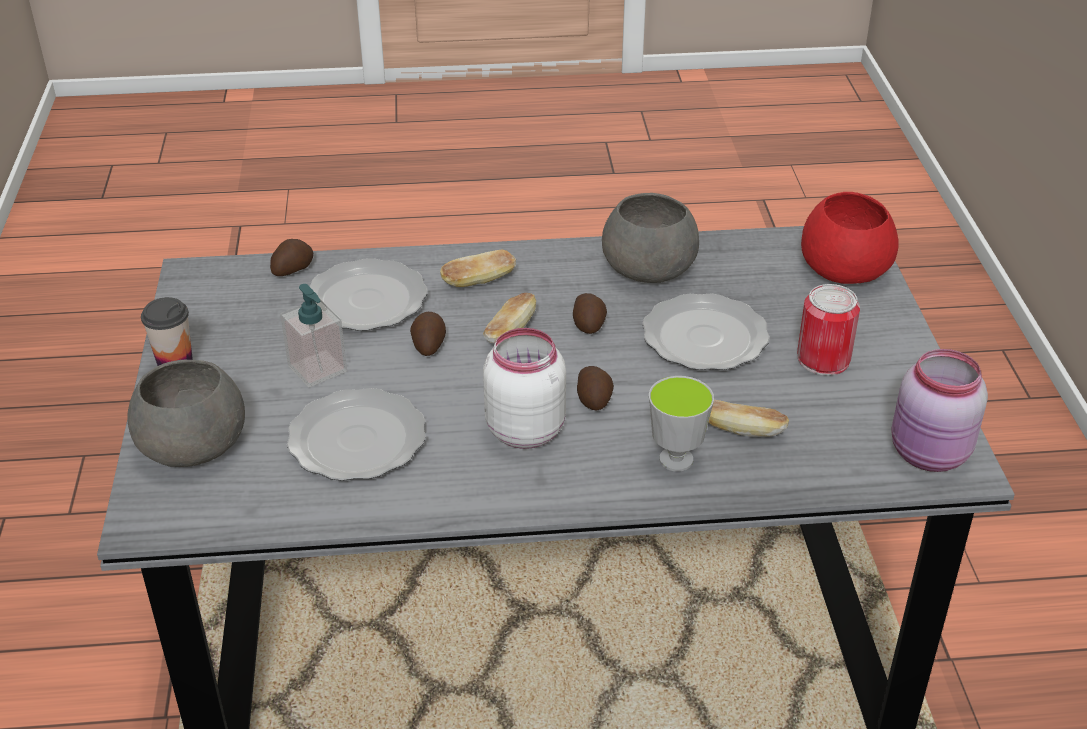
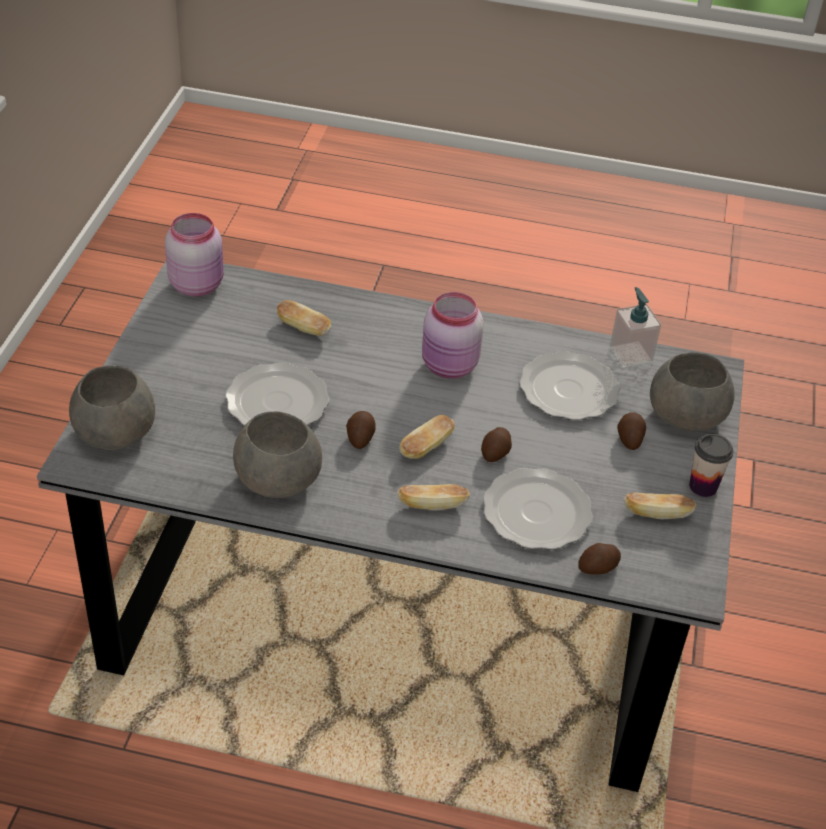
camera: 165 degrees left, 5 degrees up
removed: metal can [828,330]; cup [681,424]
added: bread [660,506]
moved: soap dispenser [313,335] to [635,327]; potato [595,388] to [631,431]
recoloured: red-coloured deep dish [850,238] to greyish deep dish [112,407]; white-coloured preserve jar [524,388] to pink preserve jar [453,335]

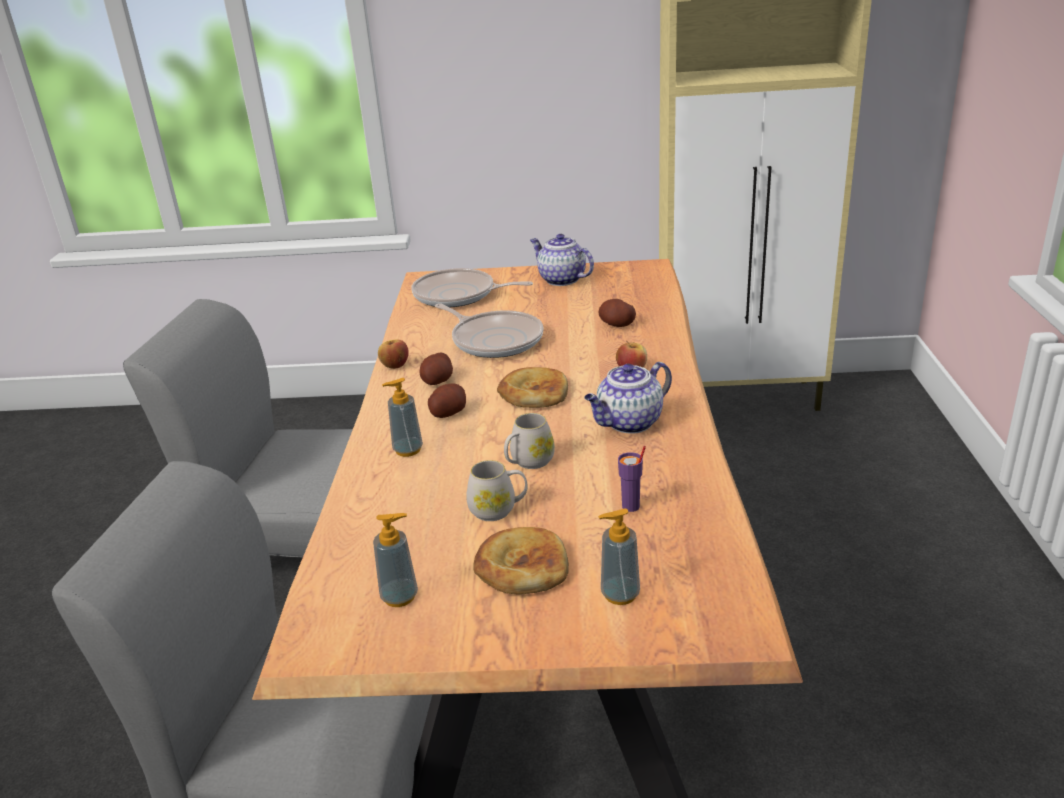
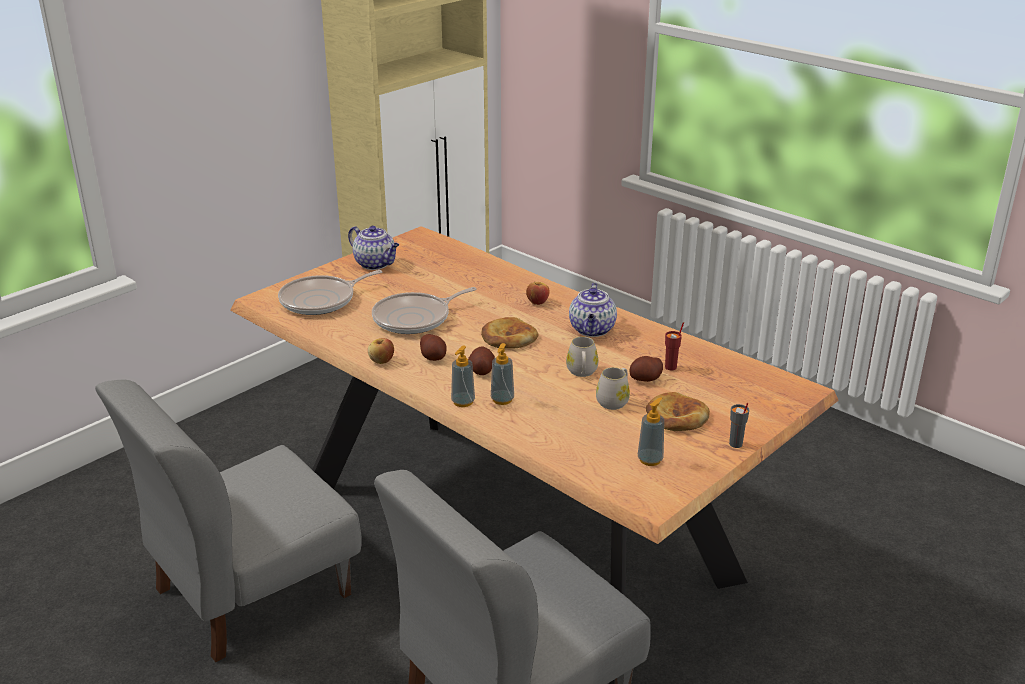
camera: 50 degrees left, 0 degrees up
added: greyish cup [739,425]
moved: potato [617,313] to [646,369]; soap dispenser [619,556] to [463,376]
recoloured: purple-coloured cup [632,479] to red-coloured cup [674,346]
turned: teapot [562,260] = [373,248] 135 degrees counterclockwise; frying pan [489,330] = [424,310] 150 degrees clockwise

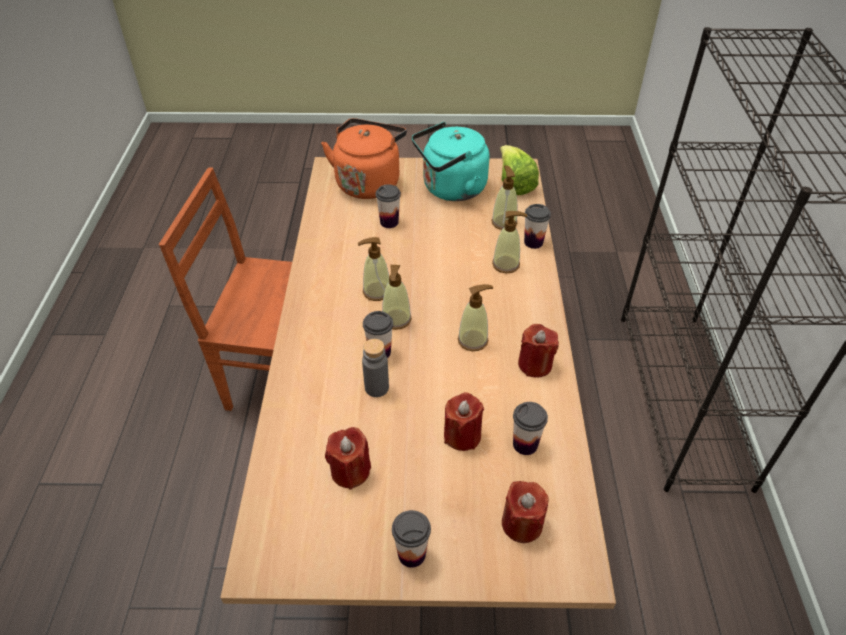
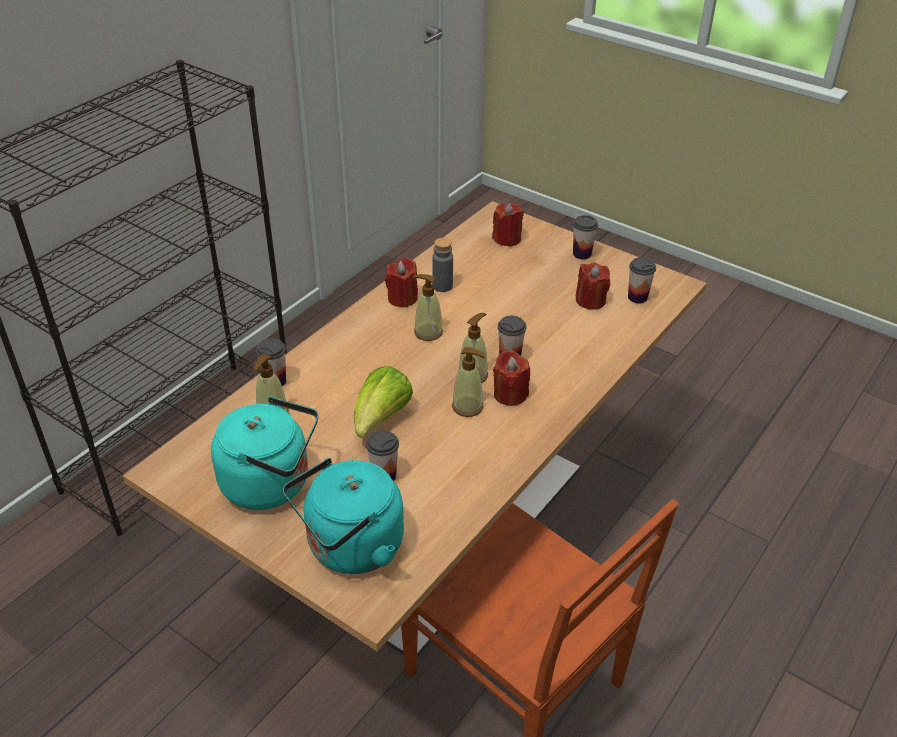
camera: 145 degrees left, 5 degrees down
removed: soap dispenser [509,242]
moved: lettuce head [519,170] to [383,402]; greyish beverage bottle [375,368] to [442,265]; red-coloured wax candle [464,421] to [511,378]; cup [530,428] to [642,280]
recoloured: orangey tea kettle [364,158] to turquoise-coloured tea kettle [343,516]

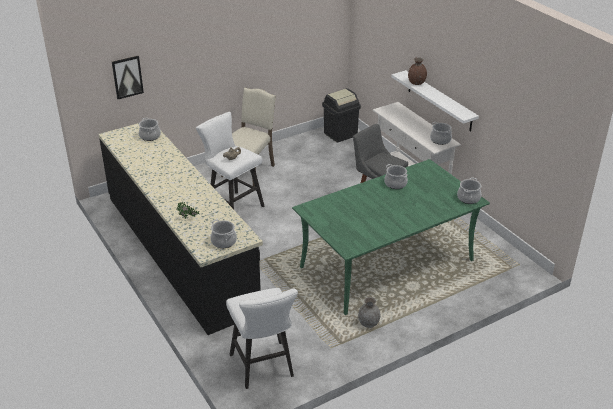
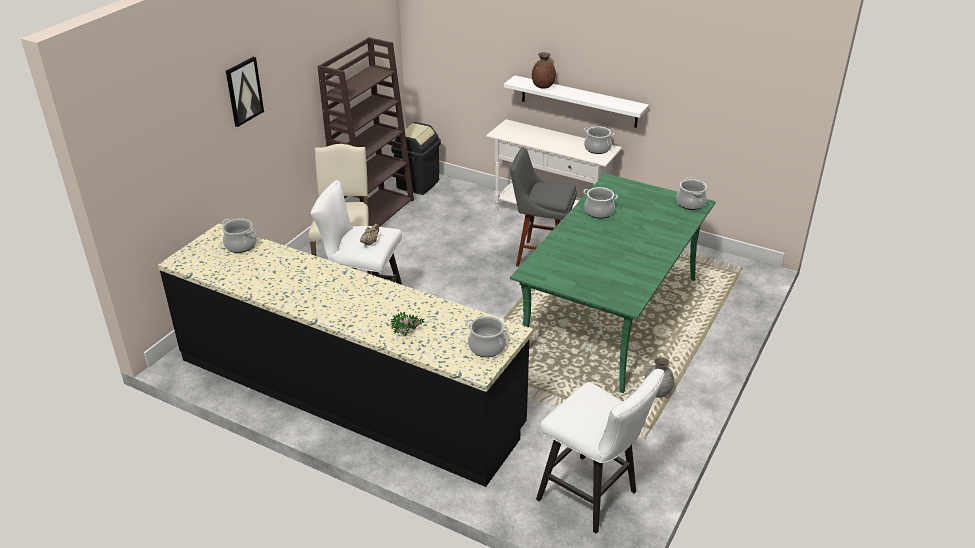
camera: 30 degrees left, 0 degrees up
added: brown bookcase [365,132]
moved: picture [128,77] to [245,92]

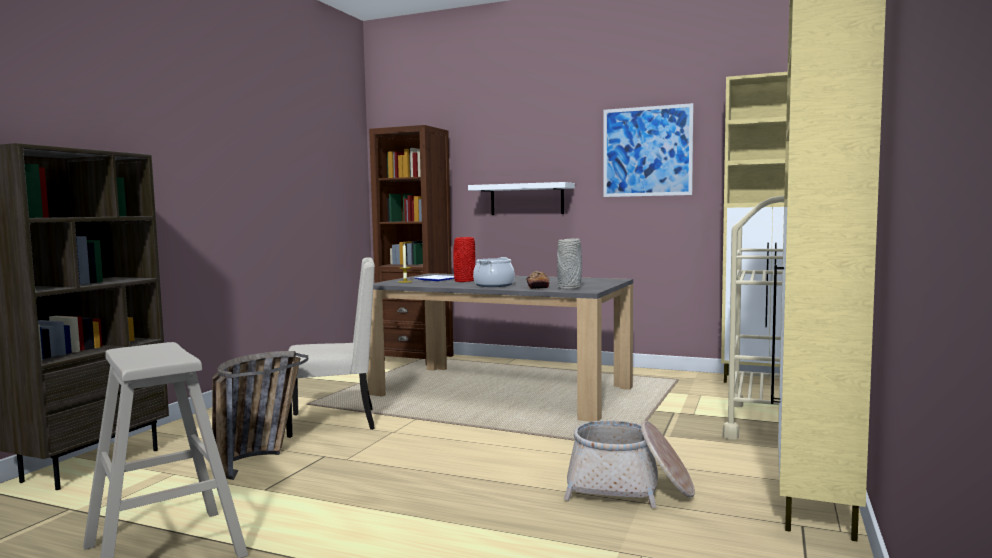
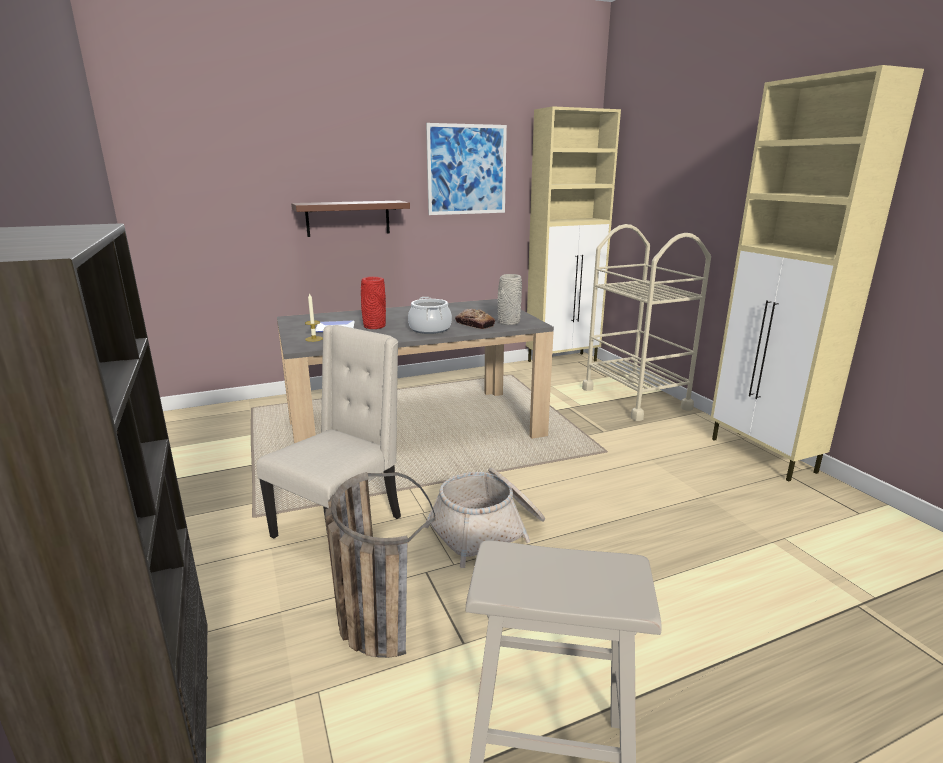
camera: 45 degrees left, 15 degrees up
removed: brown bookcase [411,242]
moved: household basket [629,464] to [485,518]
recoloured: white-coloured bracket shelf [521,198] to brown bracket shelf [350,219]

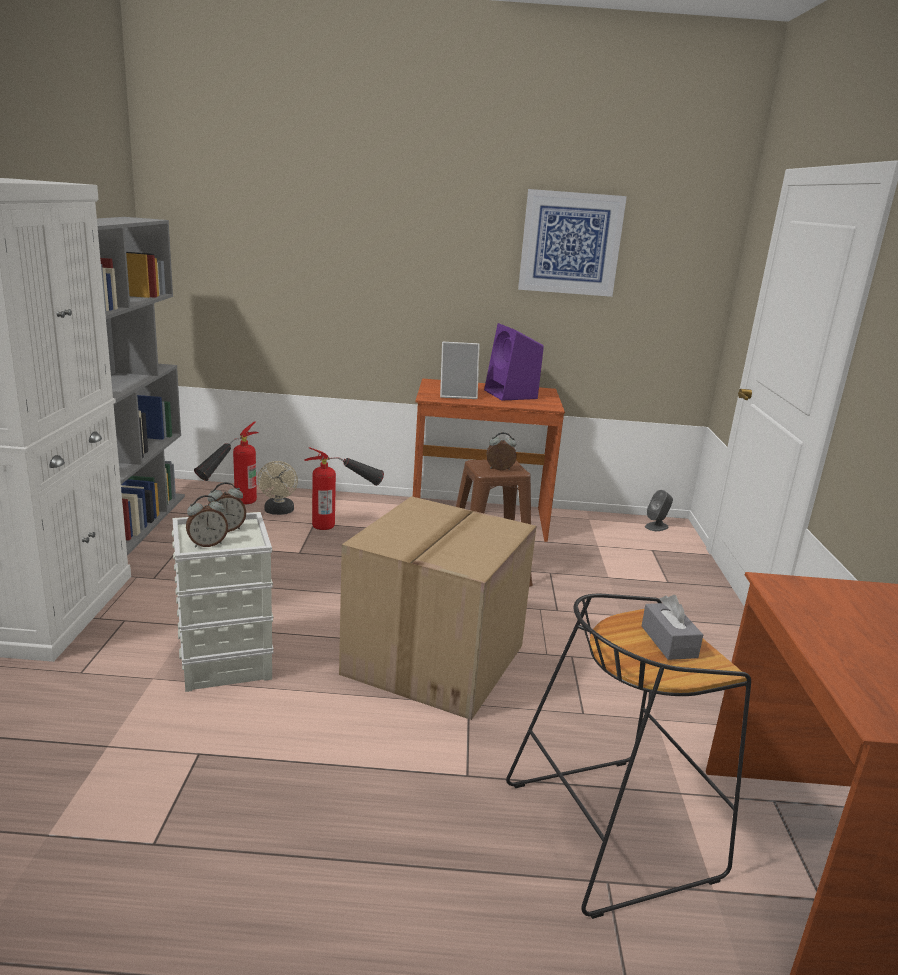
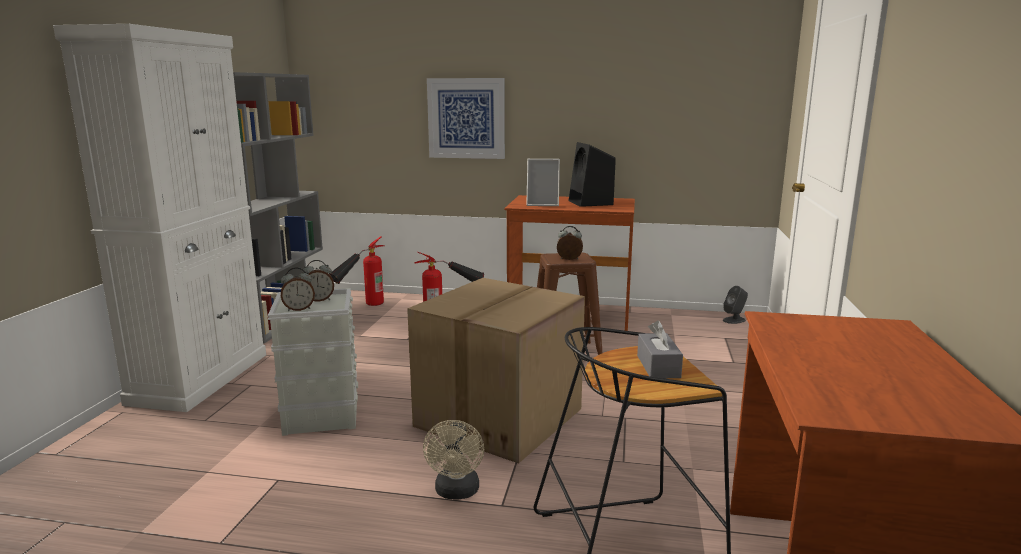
camera: 10 degrees right, 5 degrees down
moved: picture [572,243] to [466,118]; sand-coloured cooling fan [277,488] to [453,460]
recoloured: purple-coloured speaker [514,362] to blackish speaker [592,174]

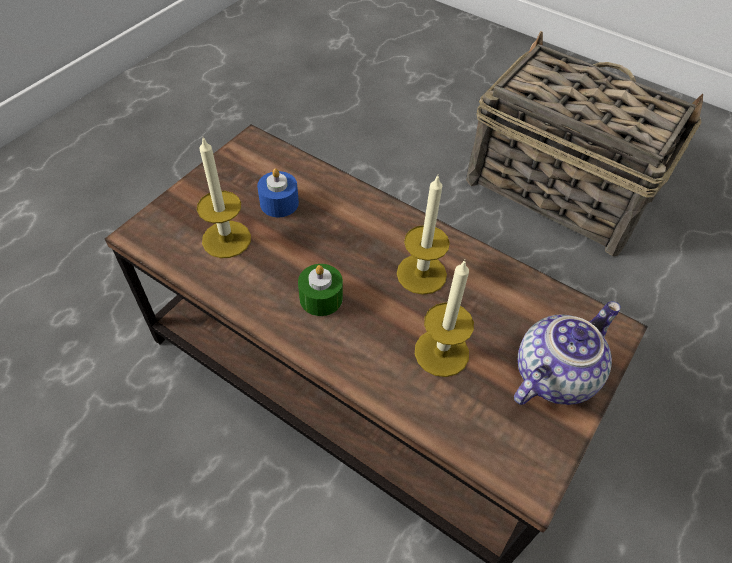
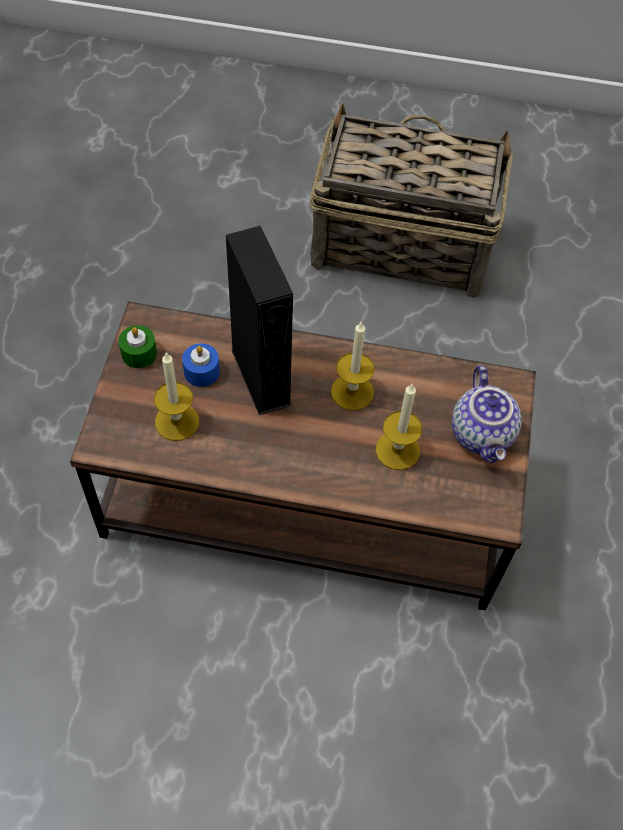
camera: 25 degrees left, 5 degrees up
added: blackish speaker [259,321]
moved: greenish wax candle [320,290] to [137,346]
turned: teapot [567,353] = [487,414] 150 degrees clockwise

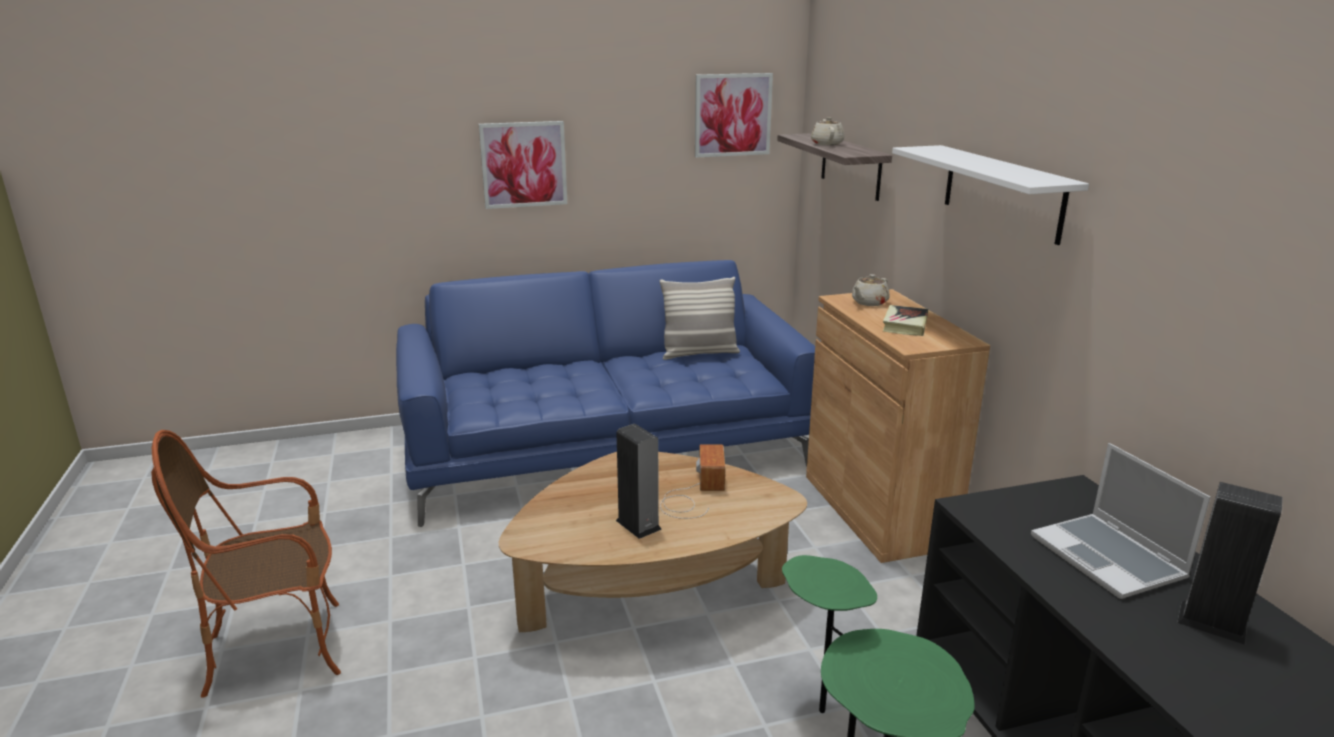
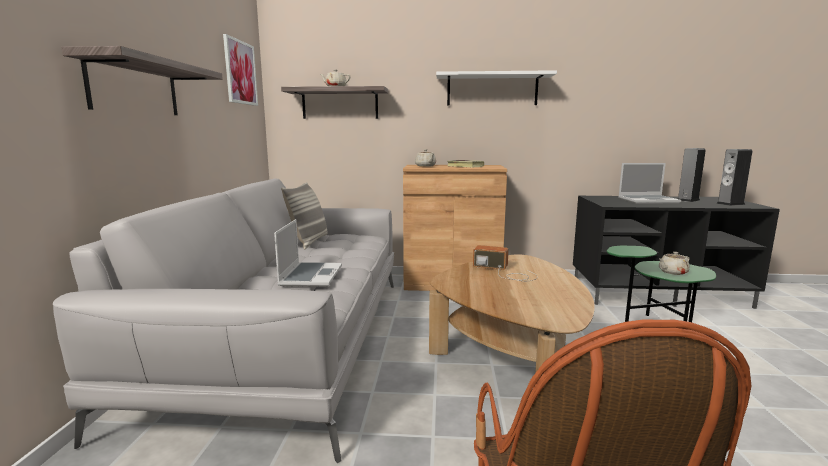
camera: 70 degrees left, 10 degrees down
added: portable computer [308,253]; sand-coloured teapot [674,263]
moved: speaker [639,481] to [734,177]
replaced: picture [523,165] to bracket shelf [142,80]
recoloured: blue sofa [605,393] to greyish sofa [223,321]

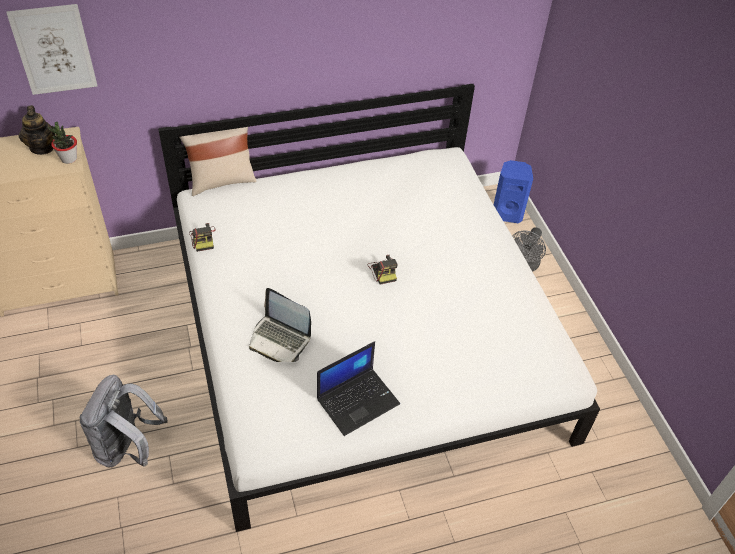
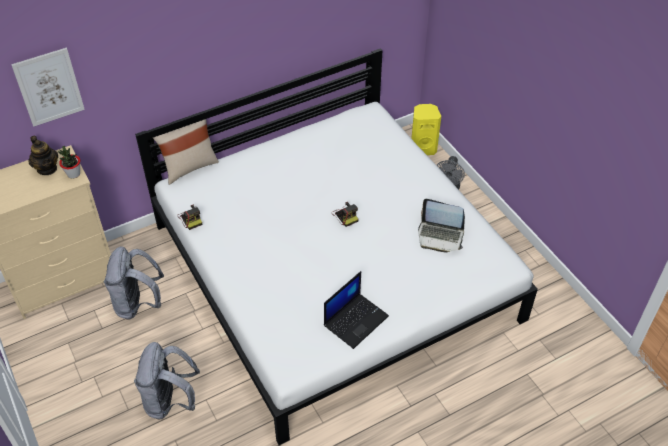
camera: 10 degrees left, 0 degrees up
added: greyish knapsack [134,282]
moved: portable computer [280,325] to [441,225]
recoloured: blue speaker [513,191] to yellow-coloured speaker [426,129]

